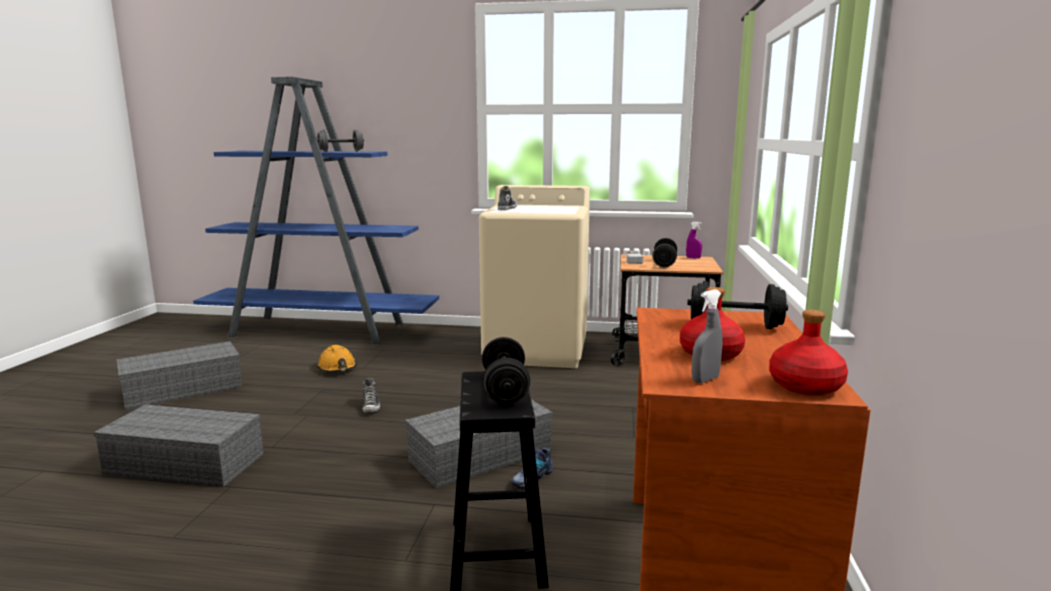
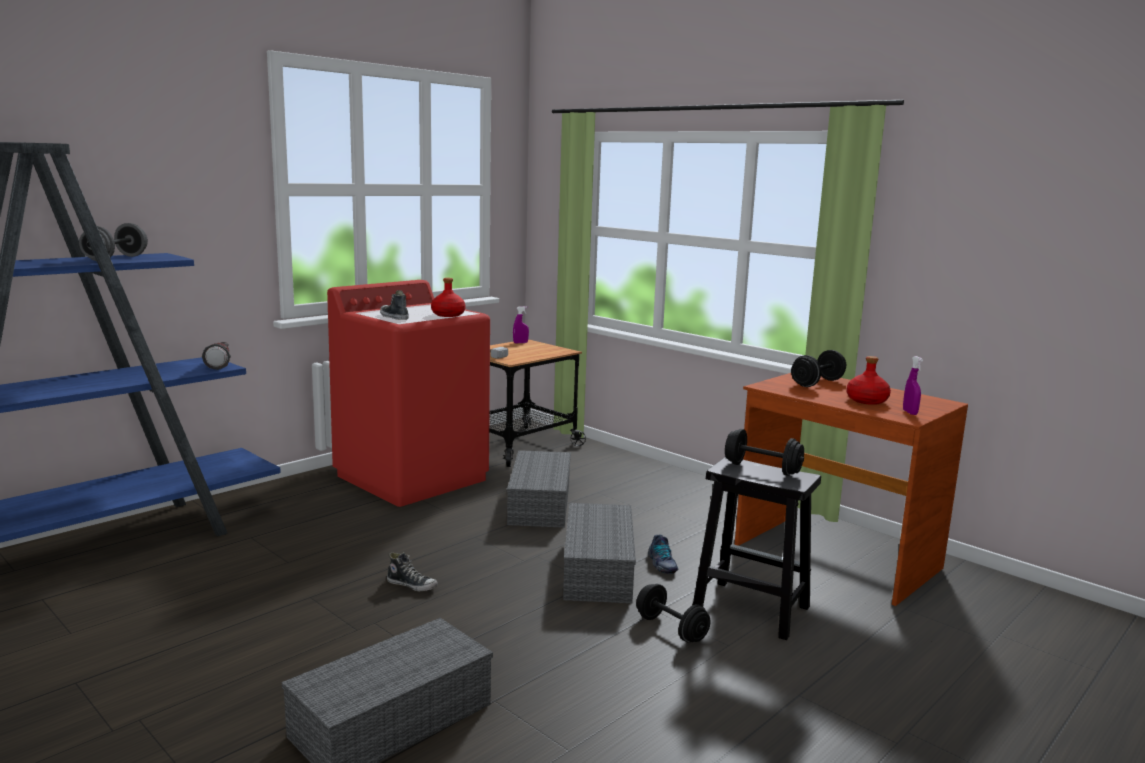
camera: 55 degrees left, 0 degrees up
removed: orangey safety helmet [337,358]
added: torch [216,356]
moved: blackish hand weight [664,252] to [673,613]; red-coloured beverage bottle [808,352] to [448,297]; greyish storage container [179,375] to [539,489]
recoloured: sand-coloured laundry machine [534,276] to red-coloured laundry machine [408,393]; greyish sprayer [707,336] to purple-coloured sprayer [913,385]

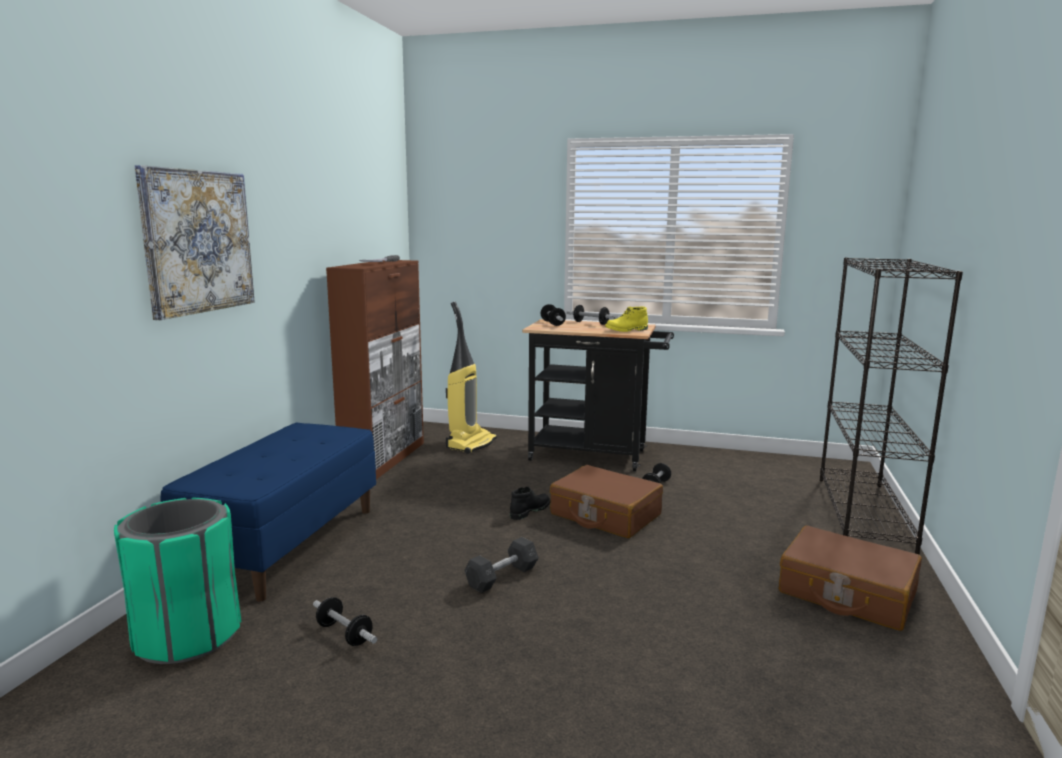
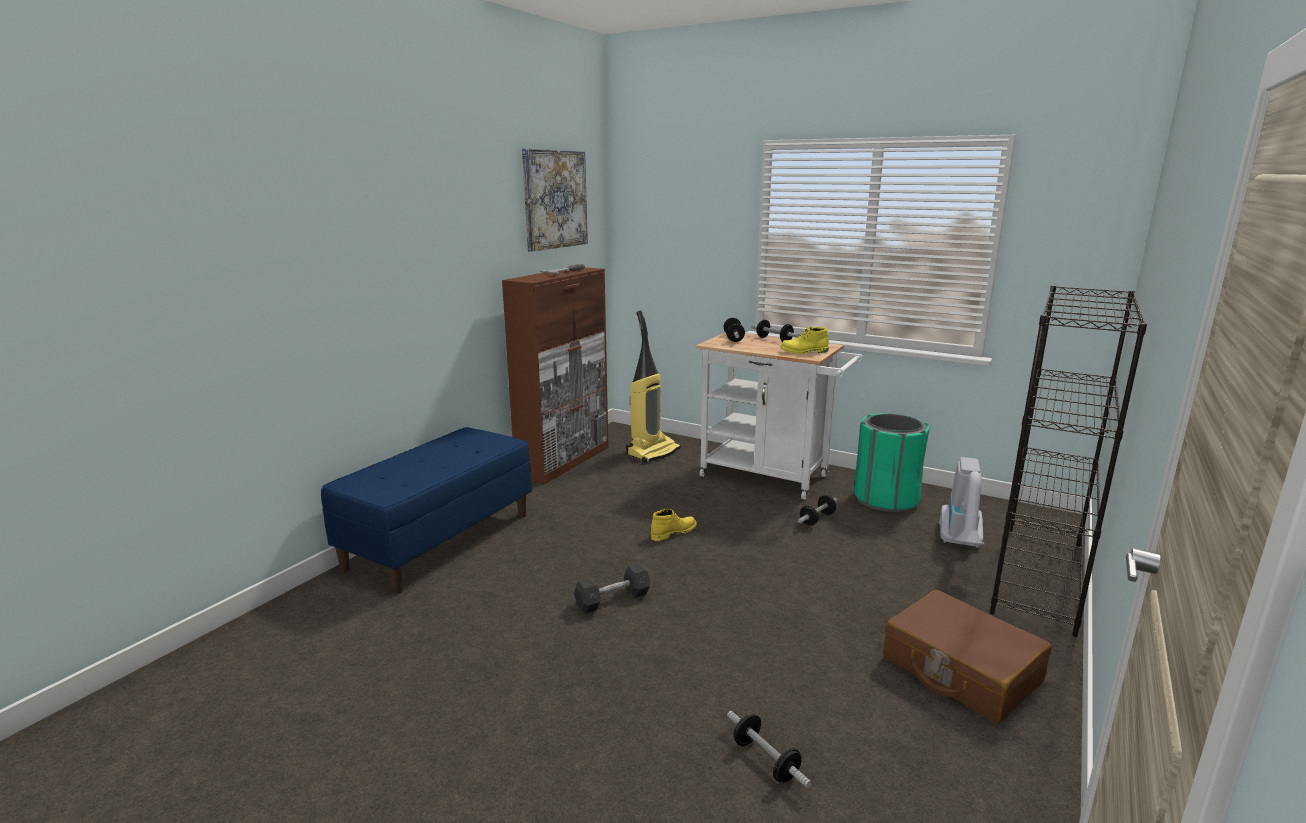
camera: 15 degrees right, 5 degrees up
removed: brown piece of luggage [606,501]
added: hoover [962,502]
moved: picture [195,242] to [555,200]; greenish waste bin [177,580] to [892,462]; hand weight [345,621] to [769,749]
recoloured: blackish wheeled cart [598,395] to white-coloured wheeled cart [778,416]; blackish boot [530,503] to yellow-coloured boot [674,525]

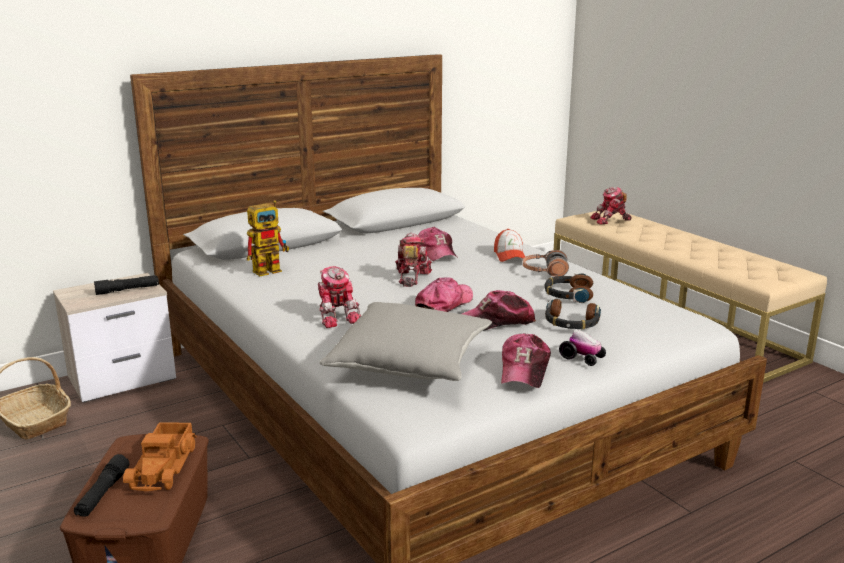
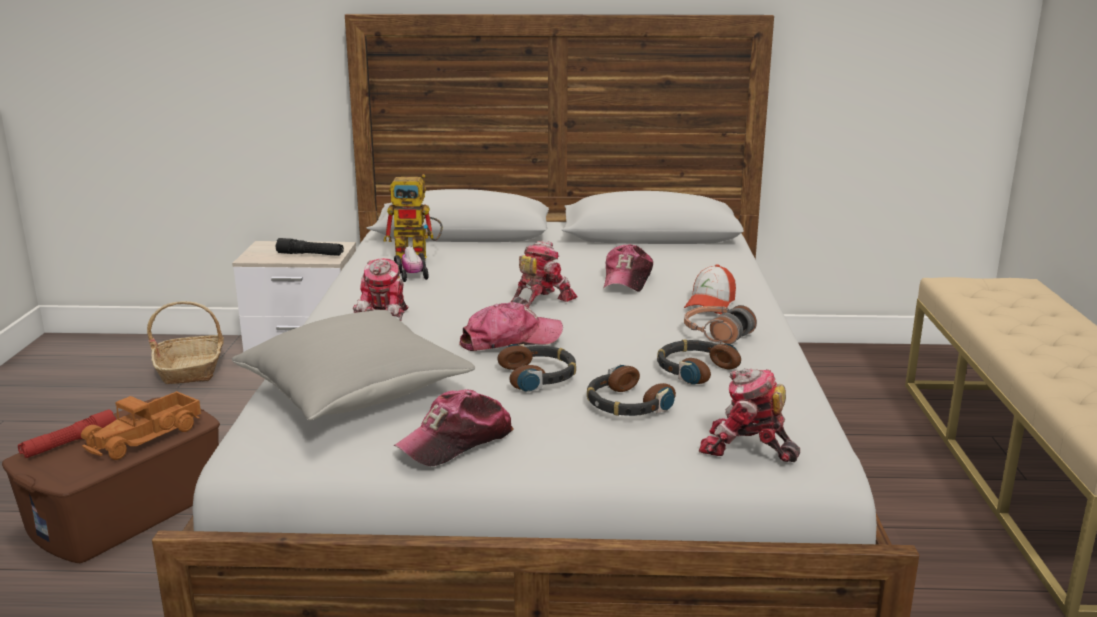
camera: 35 degrees right, 0 degrees up
moved: toy robot [610,205] to [749,415]; toy car [582,347] to [411,264]
replaced: cap [499,310] to pair of headphones [536,368]
recoloured: blackish torch [101,485] to red-coloured torch [67,433]

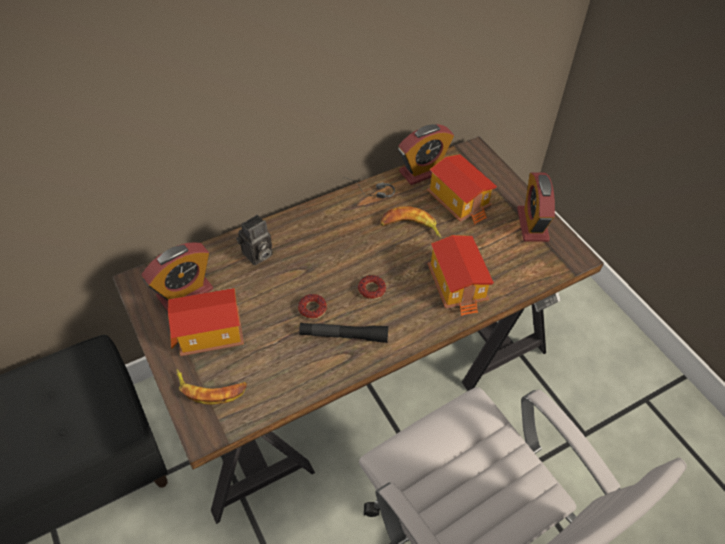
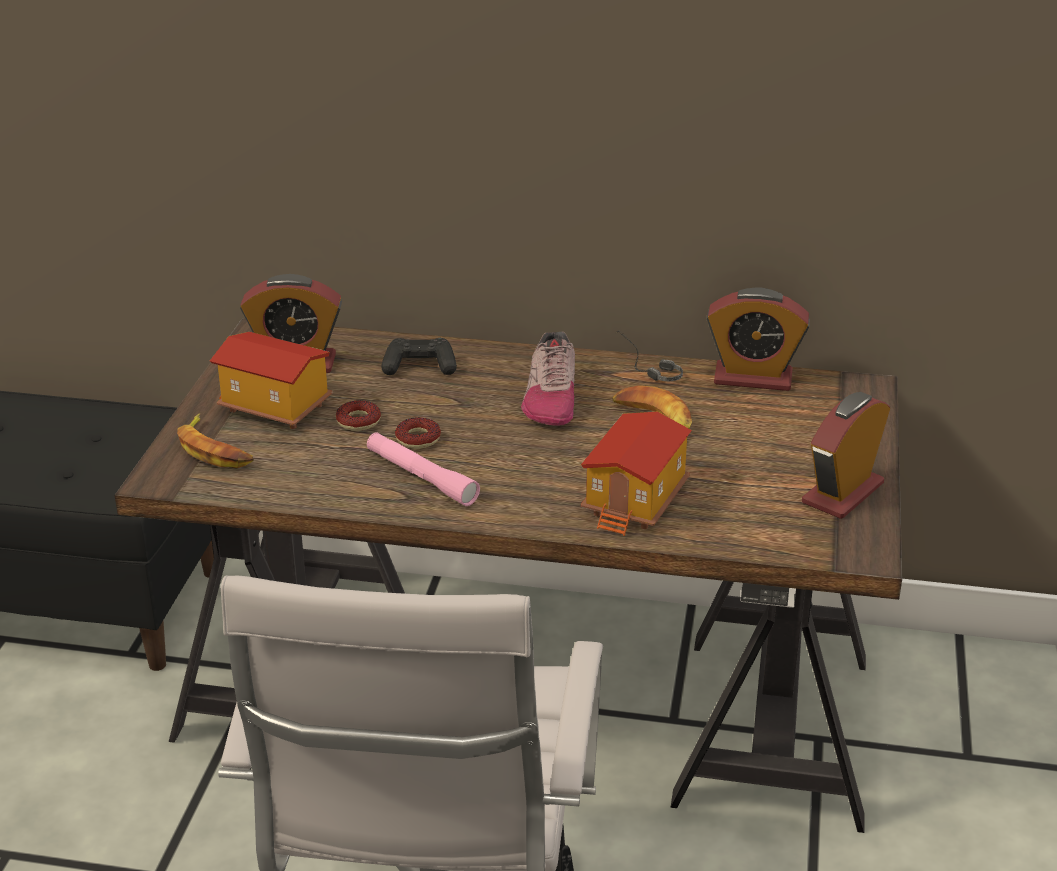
camera: 40 degrees right, 20 degrees down
removed: miniature house [462,189]
added: item of footwear [548,378]
moved: donut [372,287] to [358,415]
replaced: still camera [254,240] to blackish game controller [419,356]
recoloured: blackish torch [343,333] to pink torch [423,469]

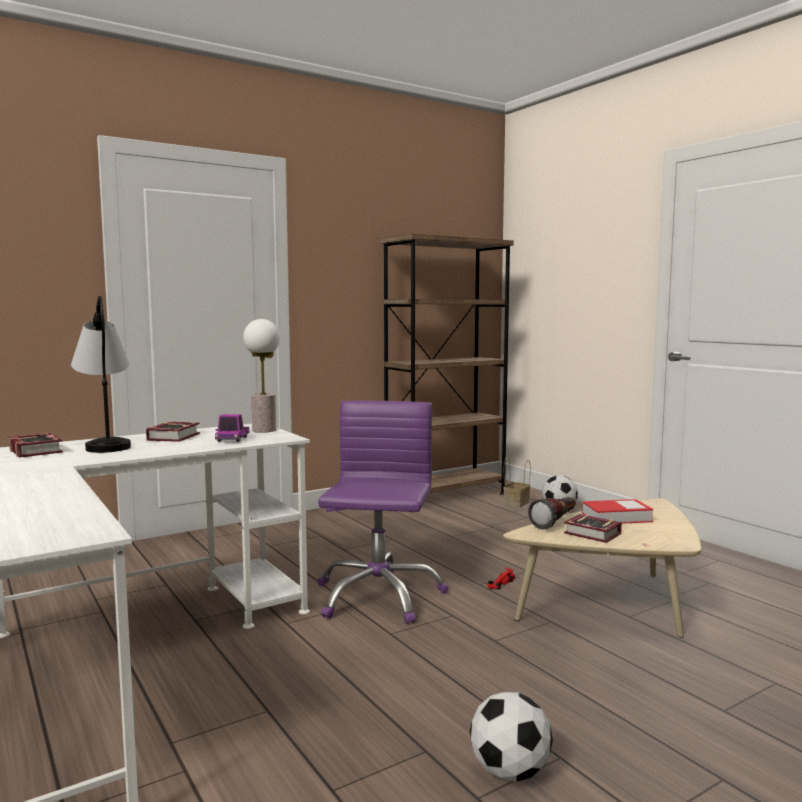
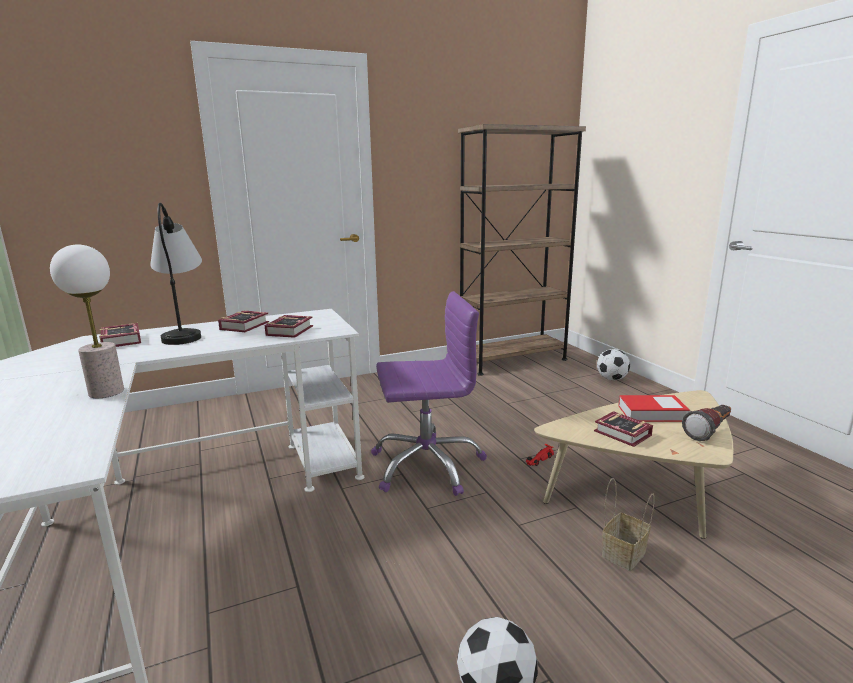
camera: 10 degrees right, 10 degrees up
moved: table lamp [261,376] to [87,321]; household basket [516,482] to [628,524]; torch [552,513] to [706,423]
replaced: model truck [232,428] to book [289,326]
turned: purple-coloured desk chair [383,512] = [429,393] 60 degrees clockwise

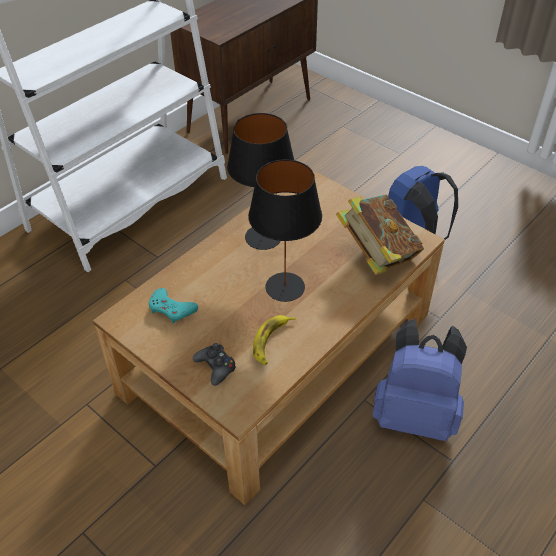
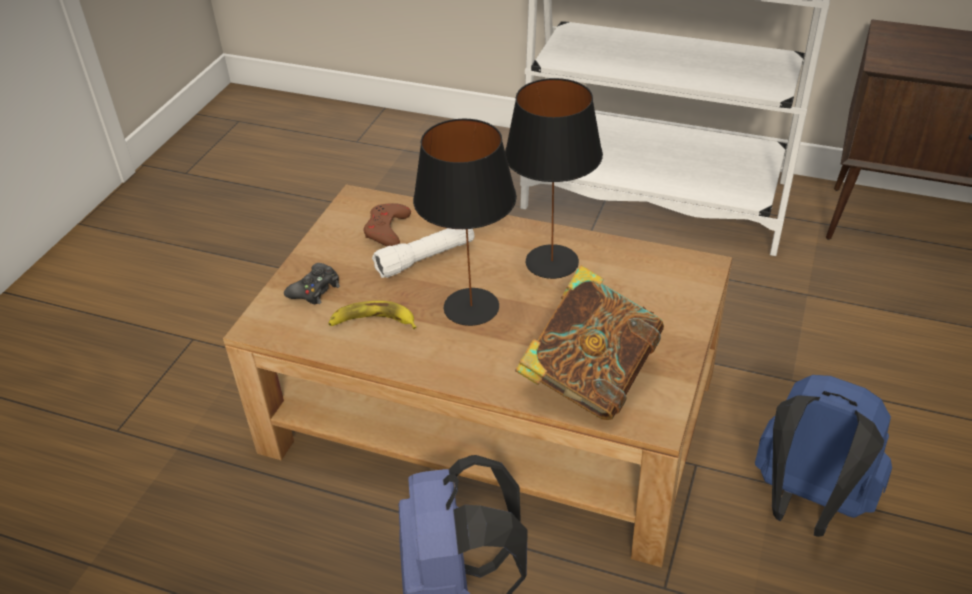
camera: 70 degrees right, 5 degrees down
added: white-coloured torch [423,253]
recoloured: turquoise-coloured game controller [173,306] to brown game controller [387,224]

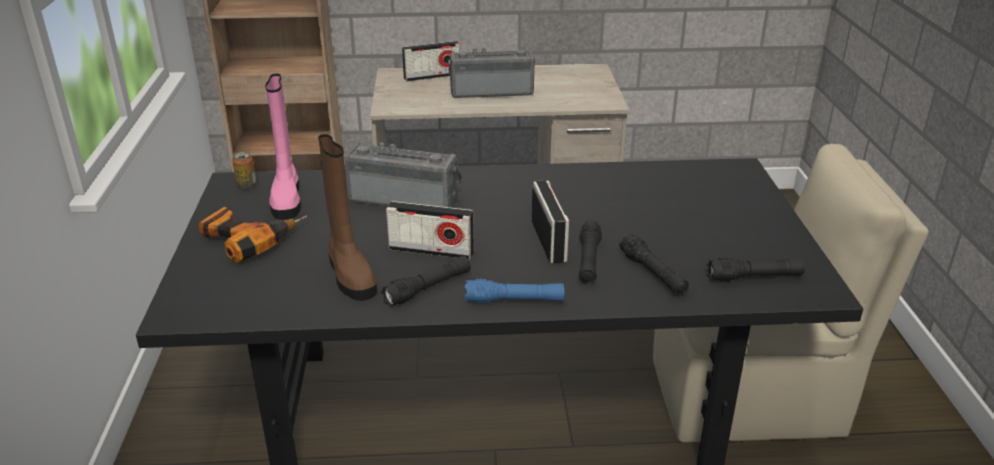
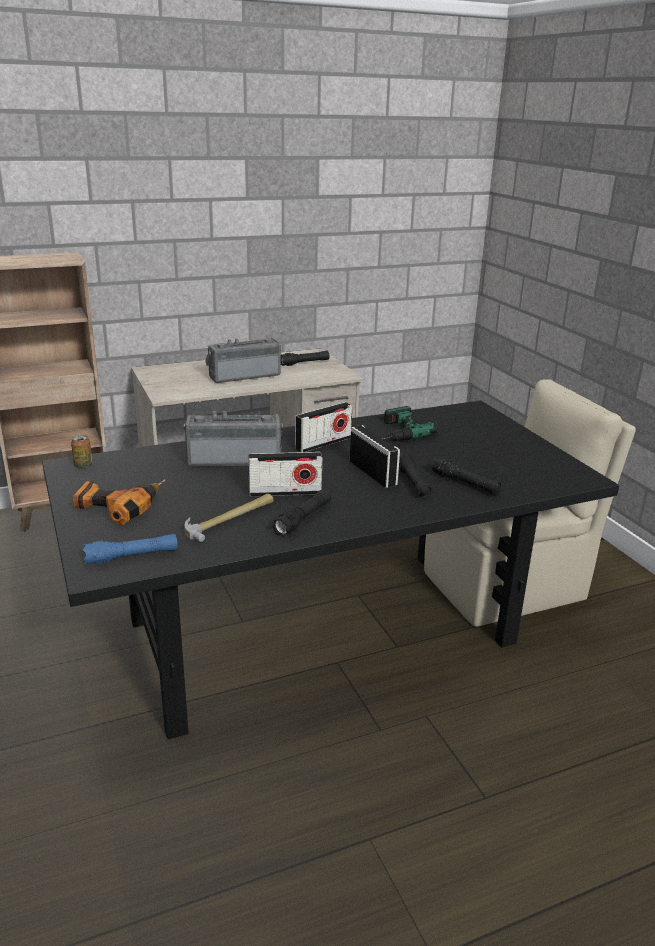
camera: 20 degrees left, 5 degrees down
removed: pink boot [283,147]
added: electric drill [410,423]
moved: radio set [431,61] to [324,427]; blackish torch [755,270] to [305,358]; blue torch [514,291] to [130,549]
replaced: brown boot [347,217] to hand hammer [229,518]

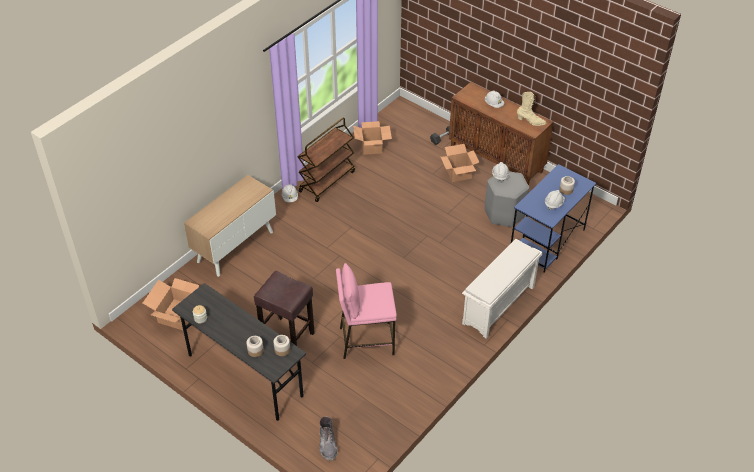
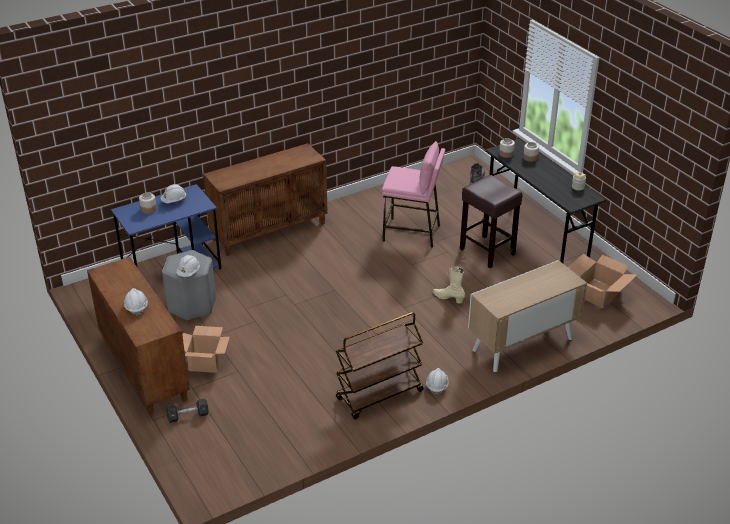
camera: 160 degrees left, 10 degrees down
removed: carton [372,138]
moved: sand-coloured boot [531,109] to [449,285]
replaced: white-coloured shoe stand [502,288] to brown cupboard [265,199]

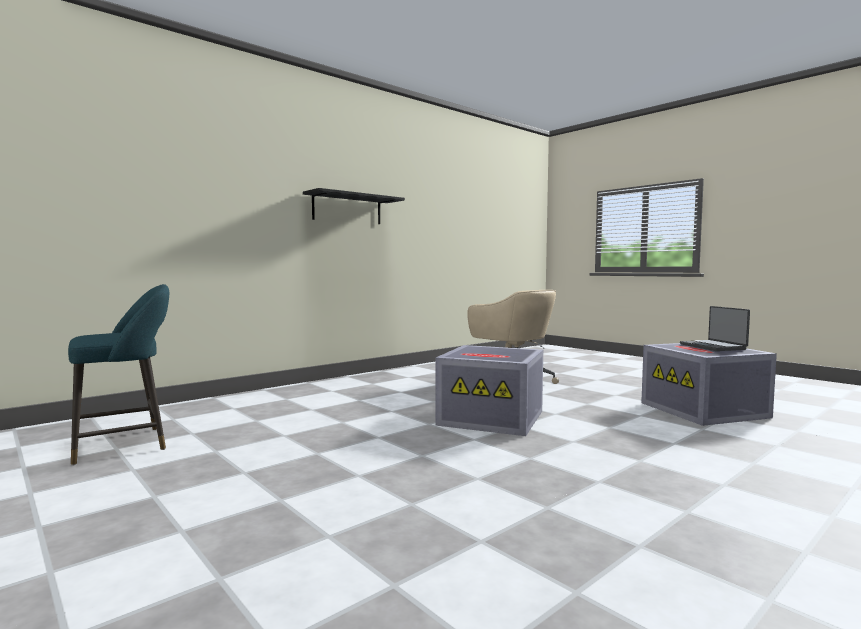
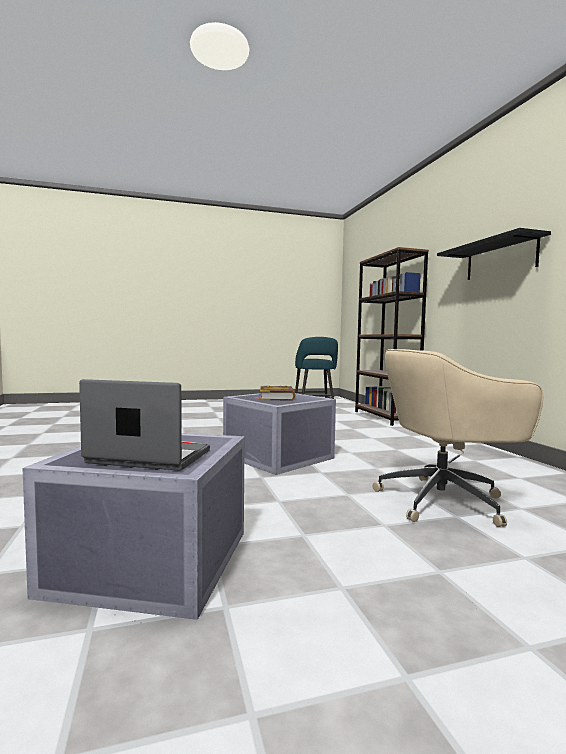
camera: 115 degrees right, 0 degrees up
added: brown bookcase [392,336]; book [277,393]

